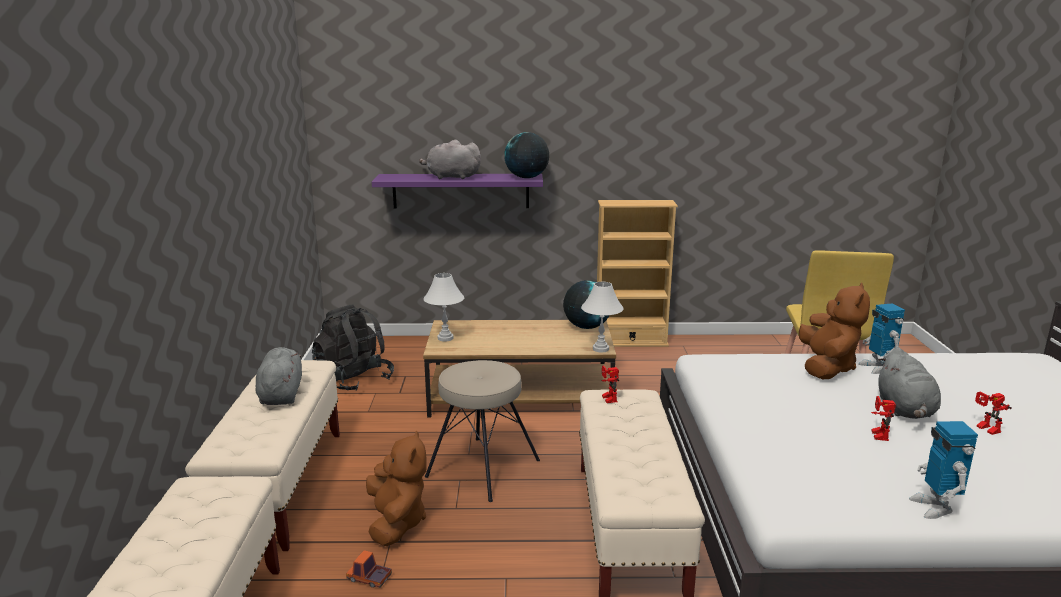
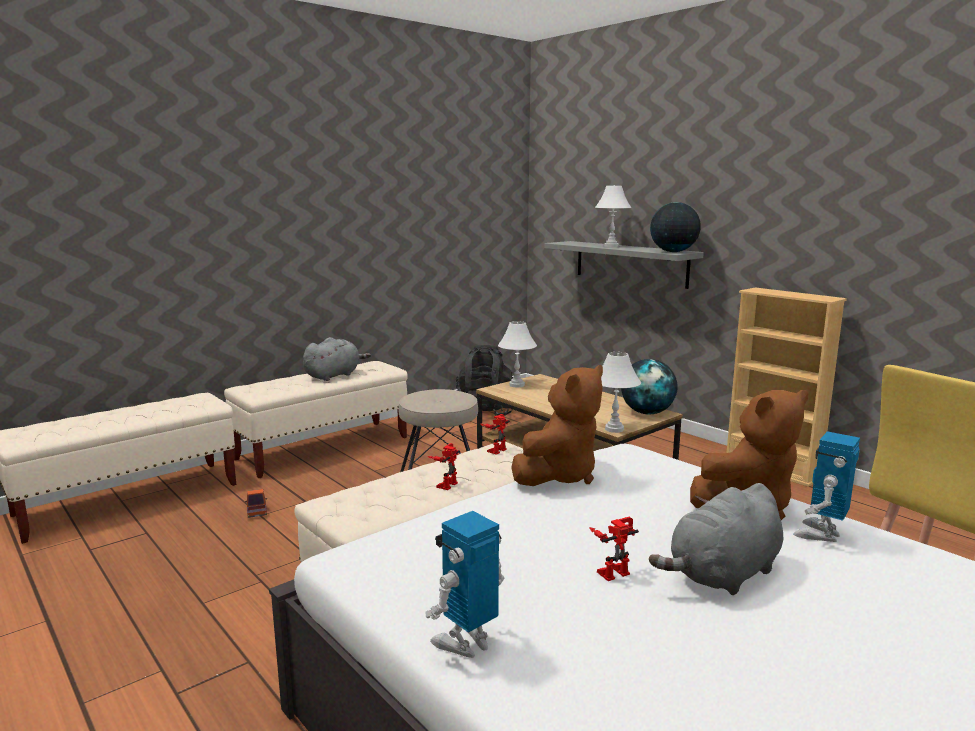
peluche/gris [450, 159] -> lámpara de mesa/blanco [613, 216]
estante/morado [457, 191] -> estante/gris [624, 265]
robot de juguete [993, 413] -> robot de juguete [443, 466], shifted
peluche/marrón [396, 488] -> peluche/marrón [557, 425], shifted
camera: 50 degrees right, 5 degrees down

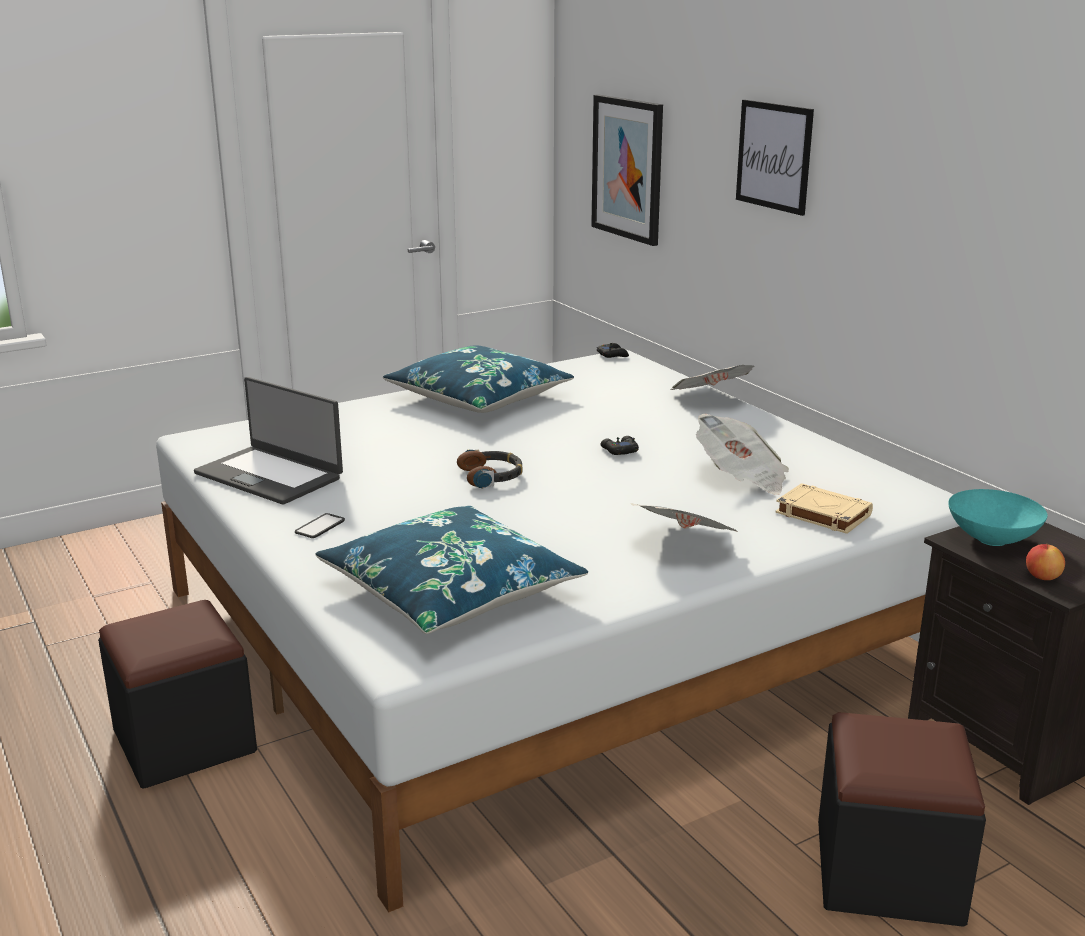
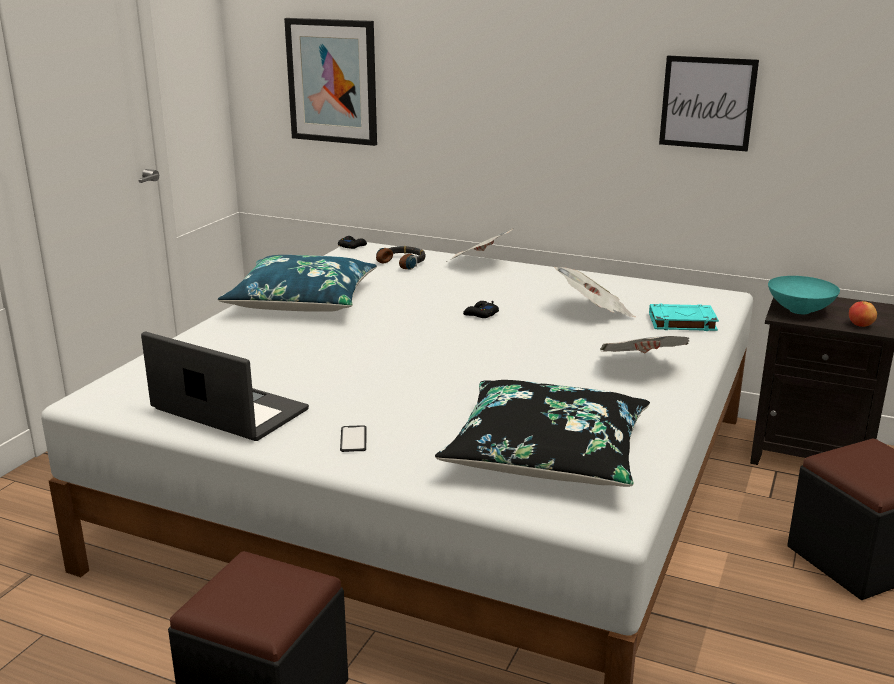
cuadro [775, 158] -> cuadro [709, 103], shifted
portátil [268, 440] -> portátil [225, 386], 150 degrees counterclockwise
auriculares [490, 469] -> auriculares [401, 258], shifted
libro/beis [824, 508] -> libro/turquesa [684, 317]
cojín/azul [451, 570] -> cojín/negro [542, 433]
camera: 35 degrees left, 0 degrees up

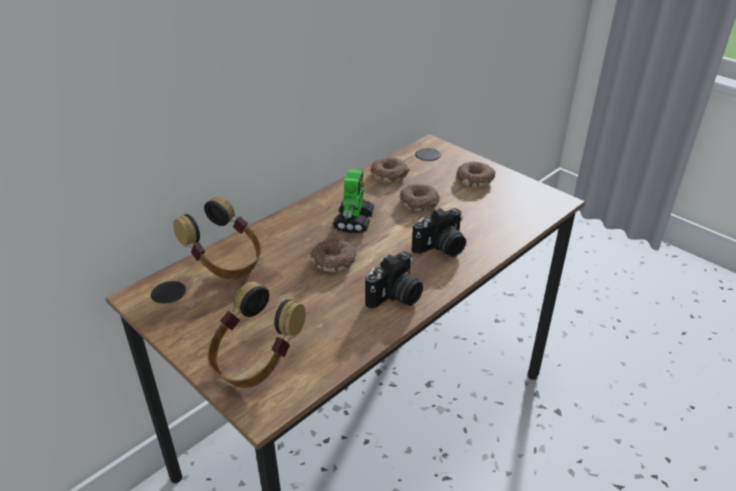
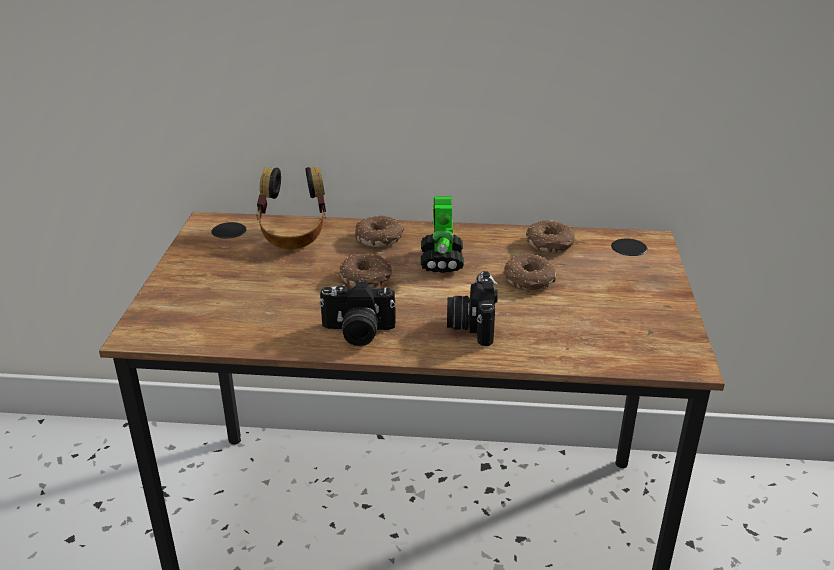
rosquilla [475, 174] -> rosquilla [380, 231], shifted
robot de juguete [354, 201] -> robot de juguete [442, 234], 120 degrees clockwise
cámara [439, 232] -> cámara [472, 308], 75 degrees clockwise
auriculares [257, 335] -> none
camera: 50 degrees right, 5 degrees down

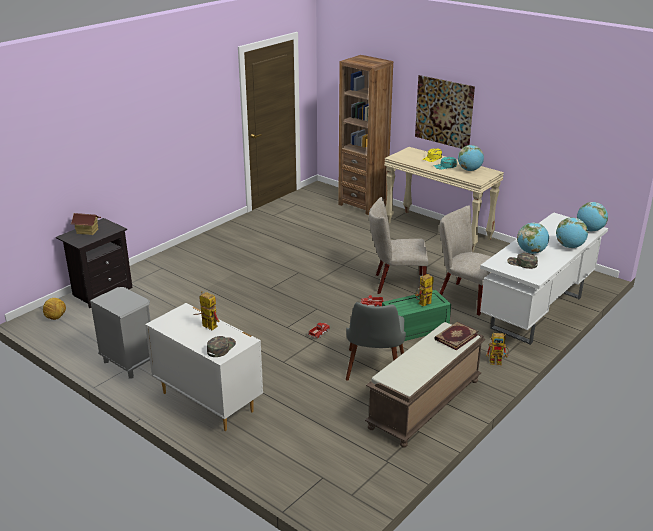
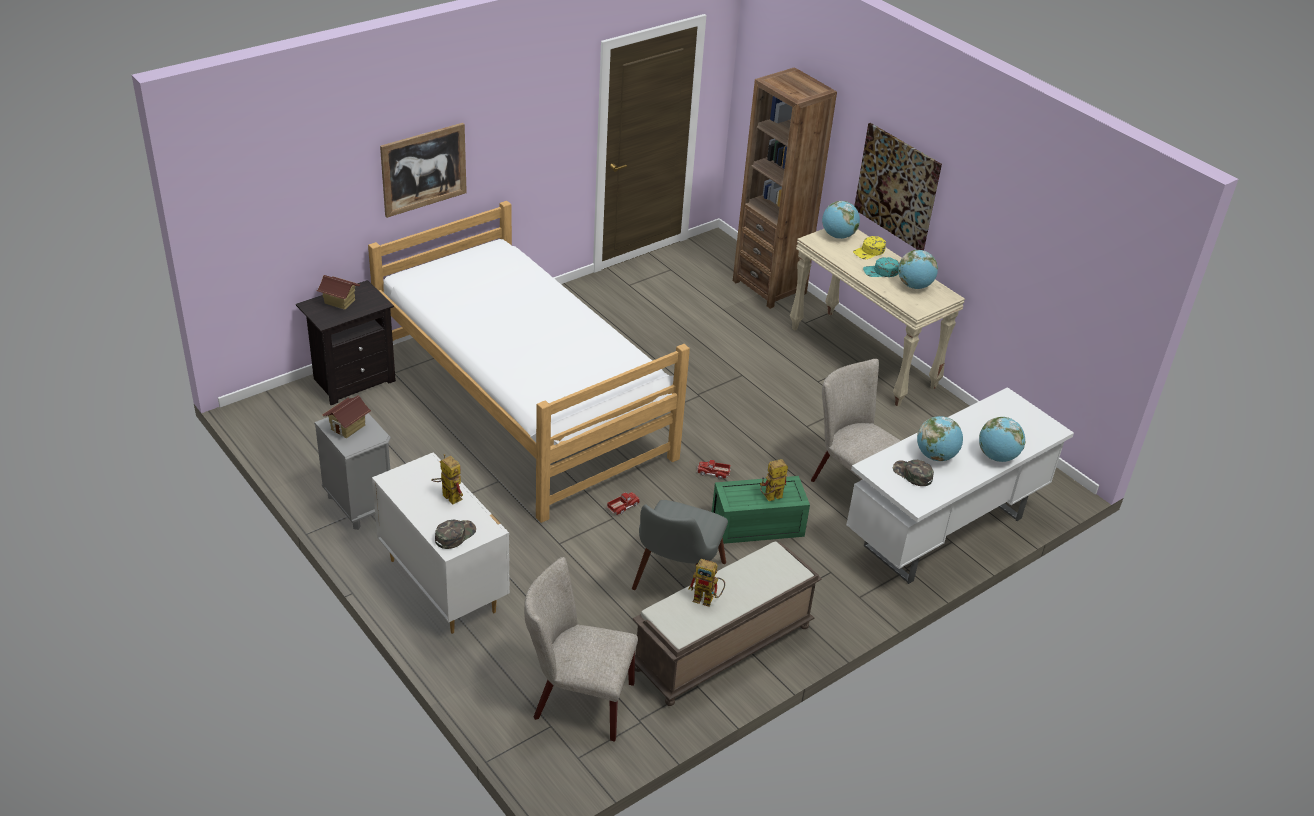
silla/beis [398, 245] -> silla/beis [581, 649], shifted
globo terráqueo [592, 216] -> globo terráqueo [841, 220], shifted
balón de fútbol [54, 309] -> none
libro [457, 336] -> none
robot de juguete [497, 349] -> robot de juguete [706, 583], shifted
none -> cuadro [423, 170]
none -> cama [529, 362]
none -> casita [347, 416]
camera: 10 degrees right, 10 degrees up

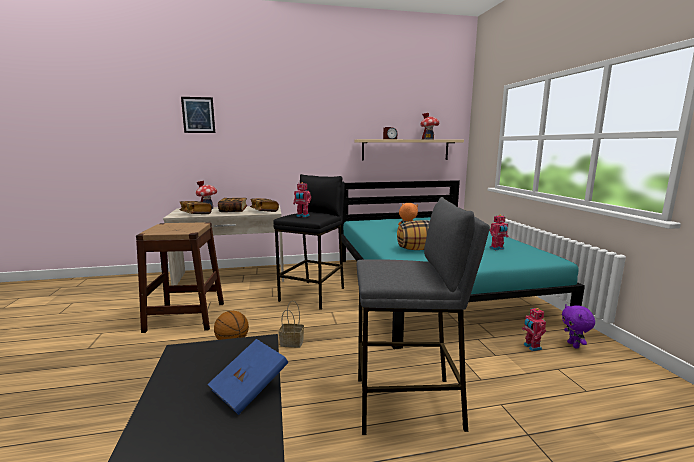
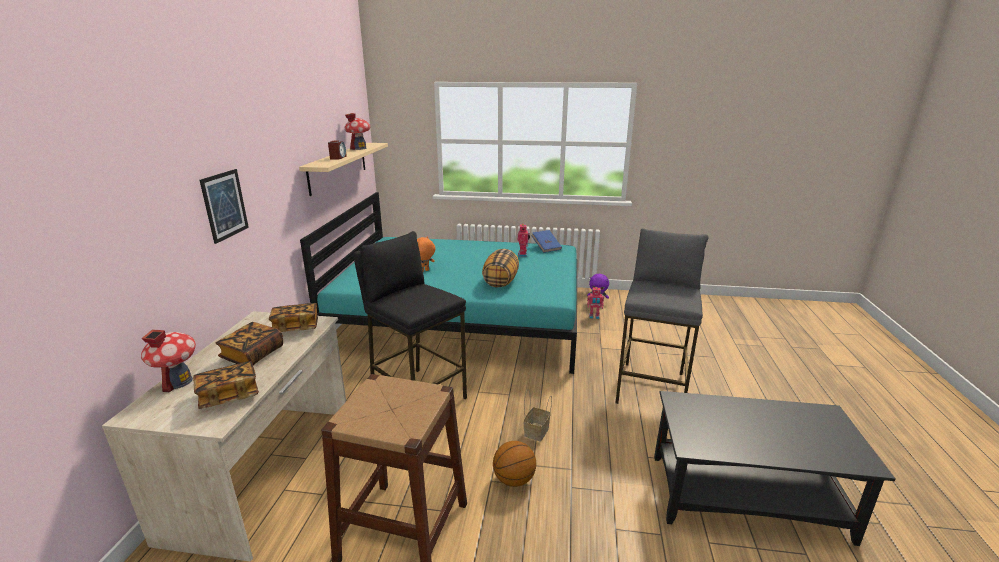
cuadro [198, 115] -> cuadro [224, 206], shifted
robot de juguete [302, 199] -> none
libro/azul [247, 377] -> libro/azul [546, 241], shifted
camera: 70 degrees left, 10 degrees up

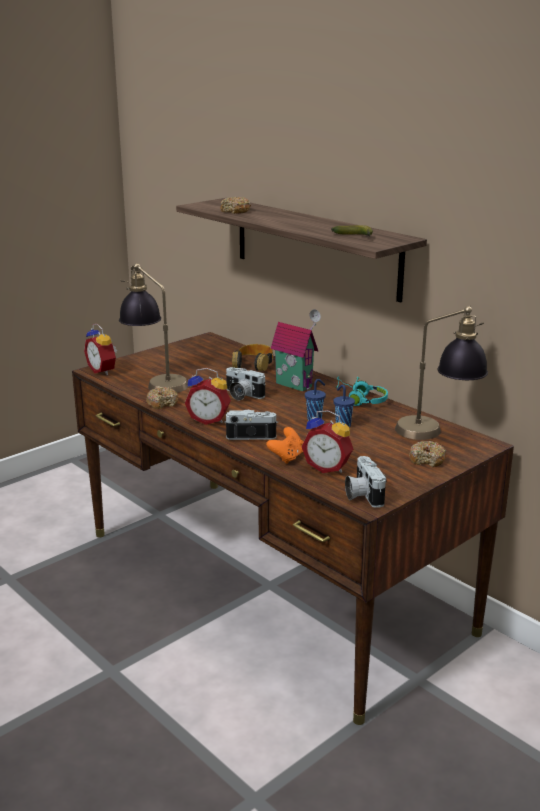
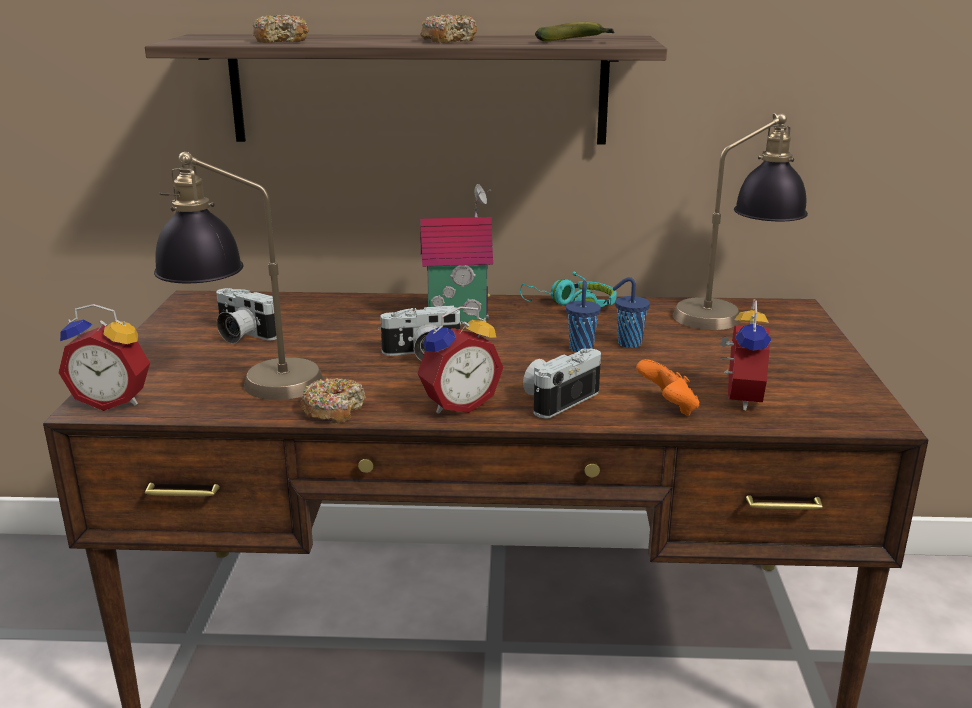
auriculares [253, 357] -> none
despertador [327, 441] -> despertador [745, 355], 60 degrees counterclockwise
rosquilla [427, 454] -> rosquilla [448, 28], shifted
cámara [365, 482] -> cámara [246, 316], shifted
camera: 45 degrees left, 0 degrees up

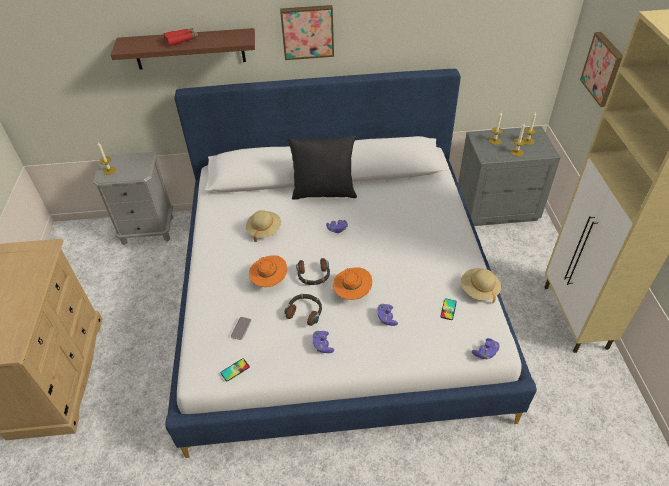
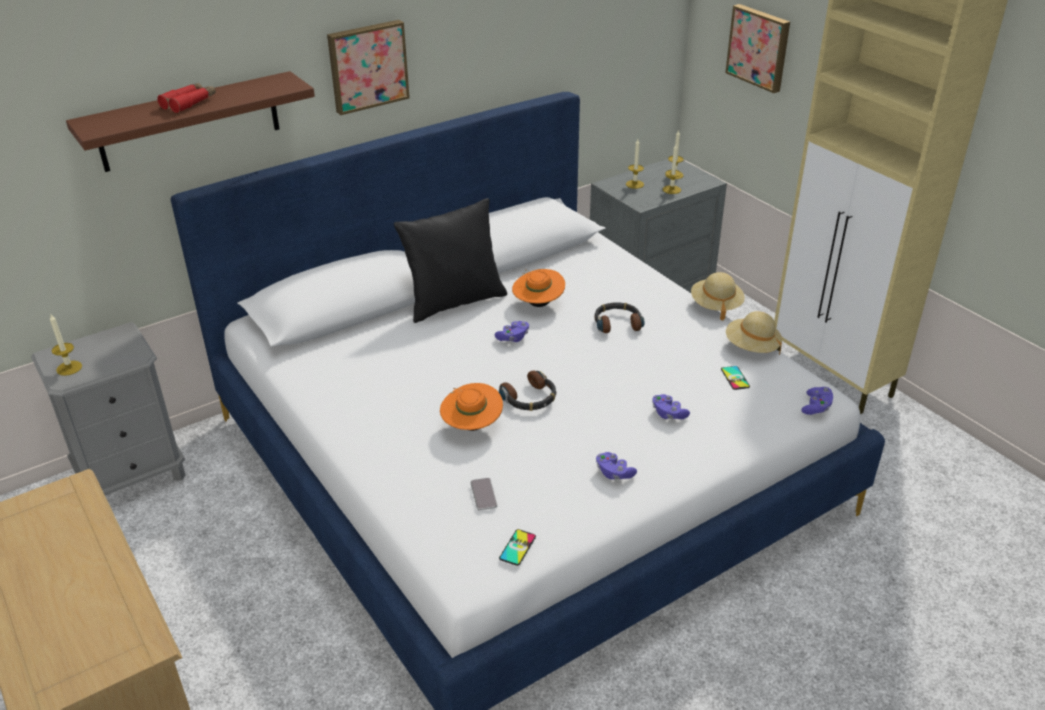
sombrero/beis [263, 226] -> sombrero/beis [718, 296], shifted
sombrero/naranja [352, 283] -> sombrero/naranja [538, 288], shifted
auriculares [303, 310] -> auriculares [620, 318], shifted
camera: 30 degrees left, 10 degrees down

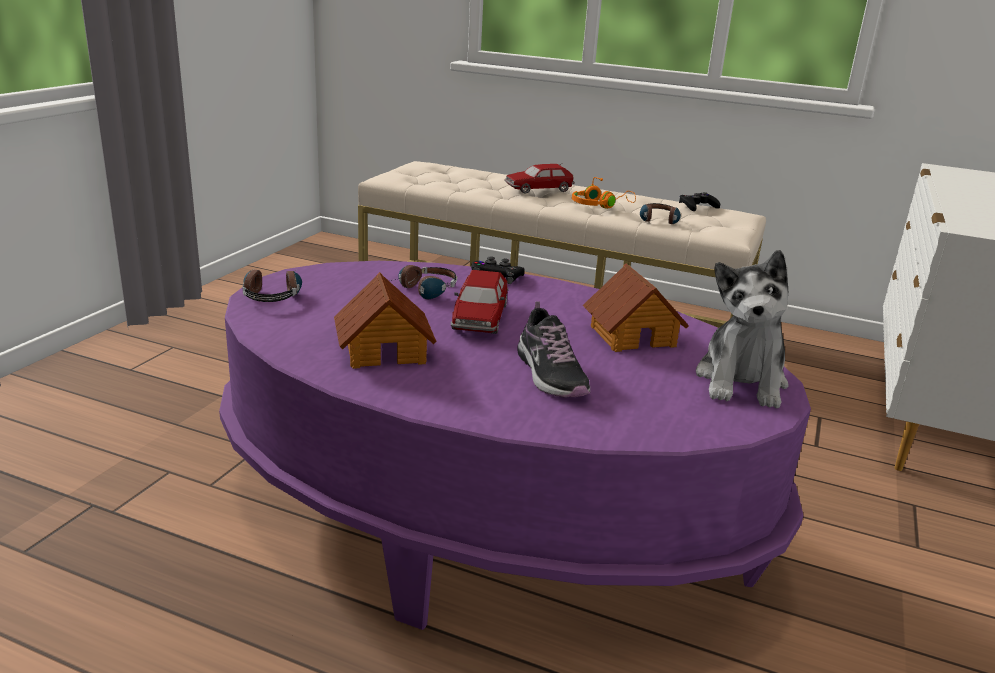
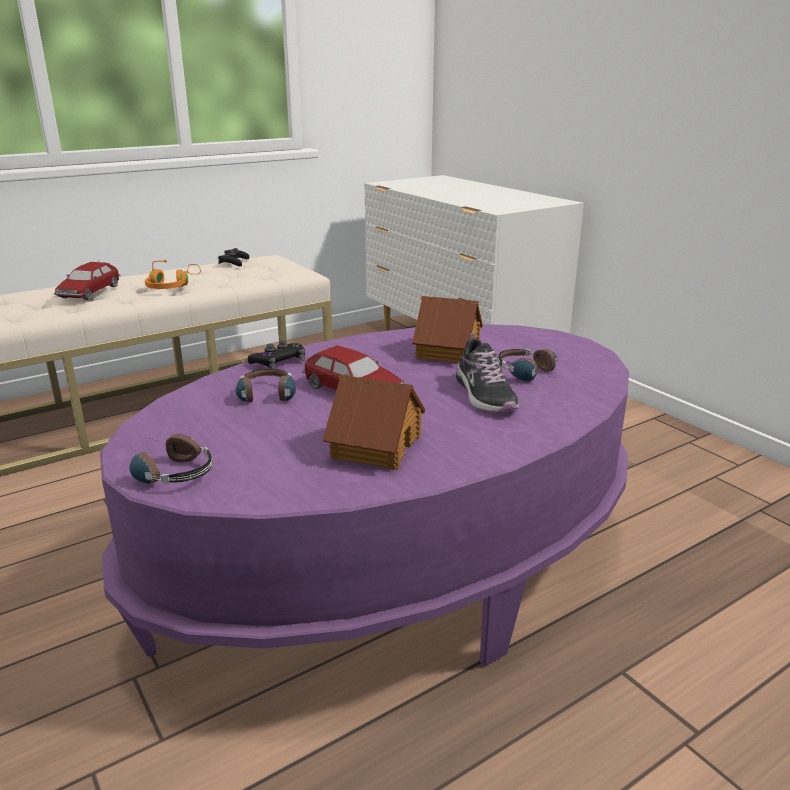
auriculares [660, 213] -> auriculares [527, 365], shifted
peluche [742, 329] -> none
zapato [553, 349] -> zapato [487, 372], 60 degrees clockwise
camera: 55 degrees left, 0 degrees up

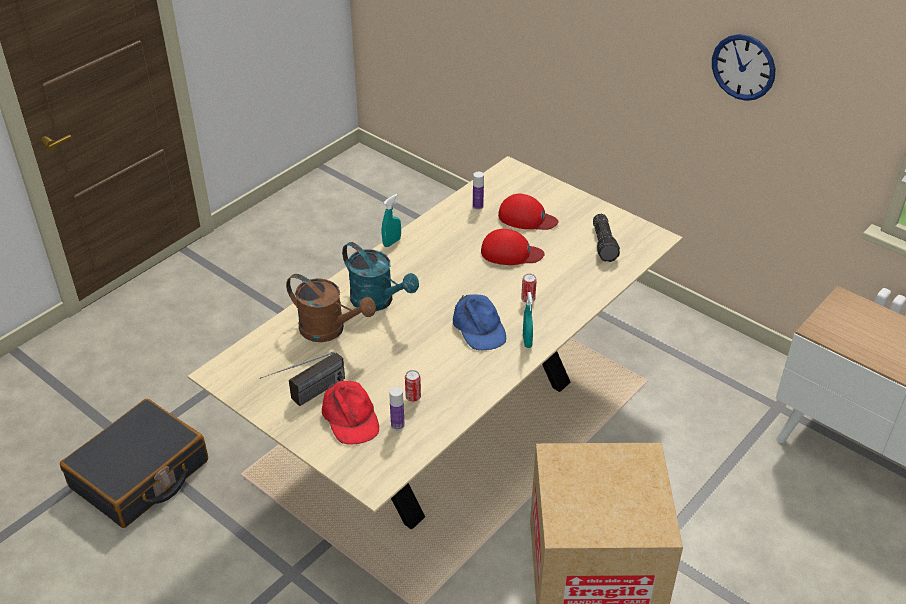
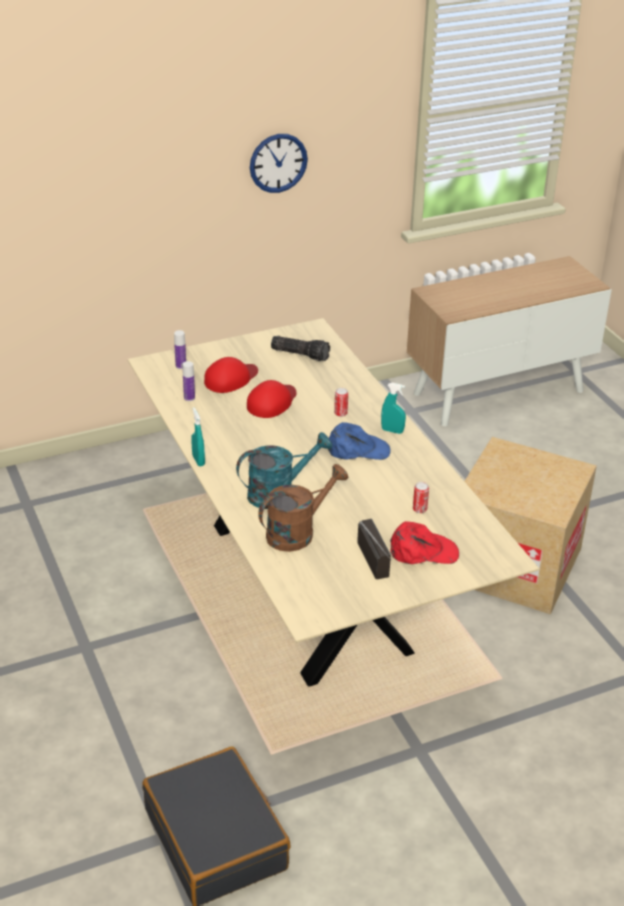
botella [397, 408] -> botella [180, 349], shifted
camera: 65 degrees left, 5 degrees down

